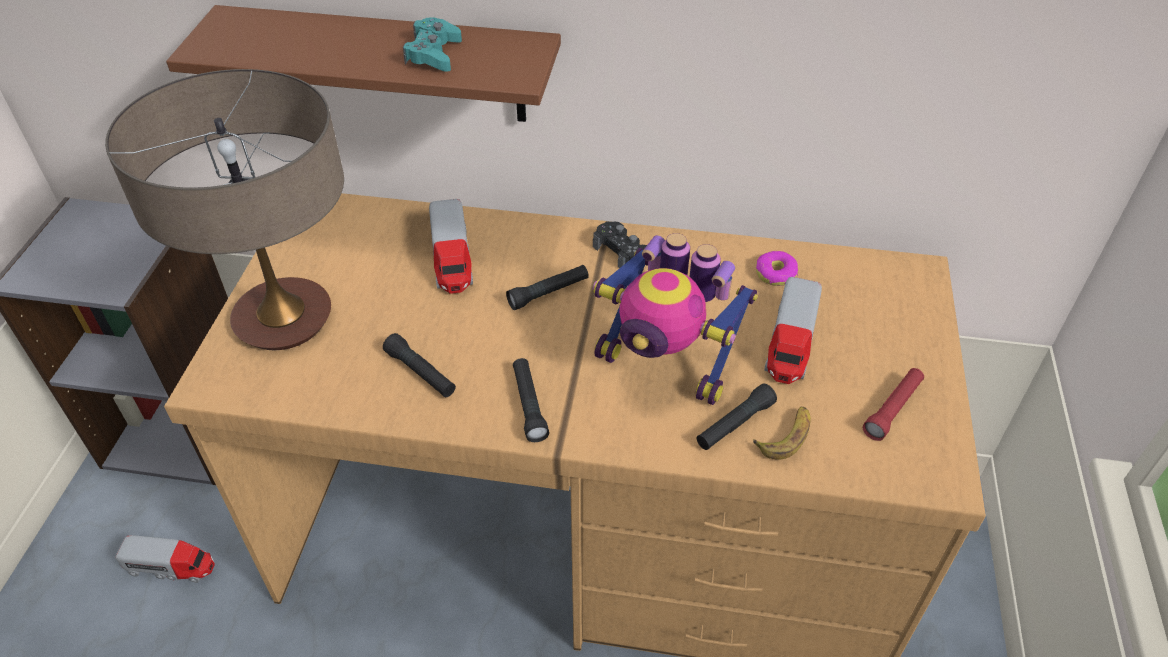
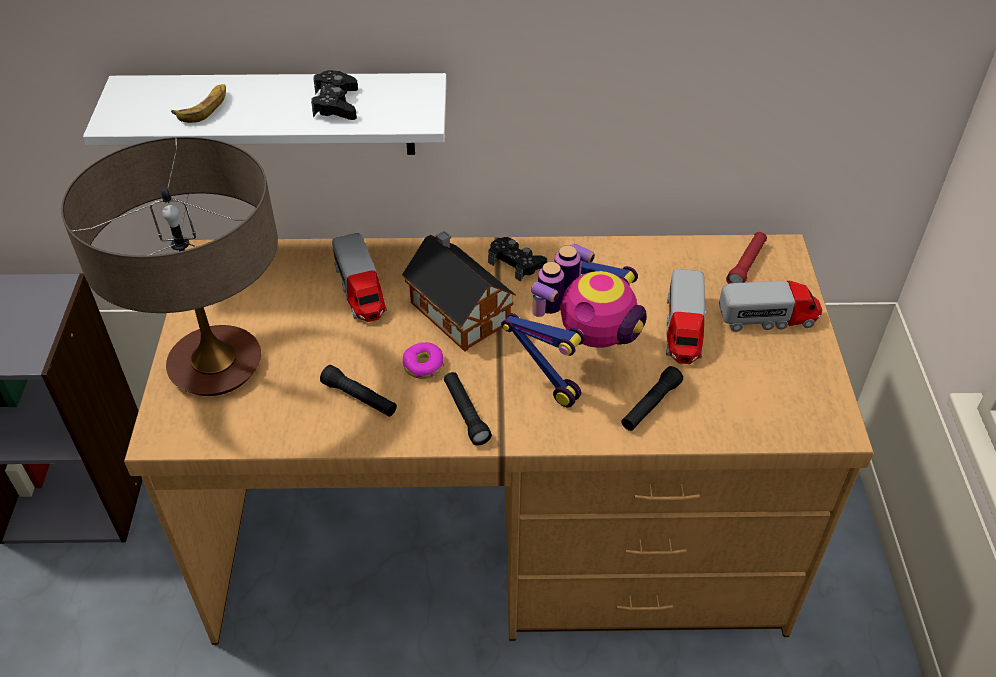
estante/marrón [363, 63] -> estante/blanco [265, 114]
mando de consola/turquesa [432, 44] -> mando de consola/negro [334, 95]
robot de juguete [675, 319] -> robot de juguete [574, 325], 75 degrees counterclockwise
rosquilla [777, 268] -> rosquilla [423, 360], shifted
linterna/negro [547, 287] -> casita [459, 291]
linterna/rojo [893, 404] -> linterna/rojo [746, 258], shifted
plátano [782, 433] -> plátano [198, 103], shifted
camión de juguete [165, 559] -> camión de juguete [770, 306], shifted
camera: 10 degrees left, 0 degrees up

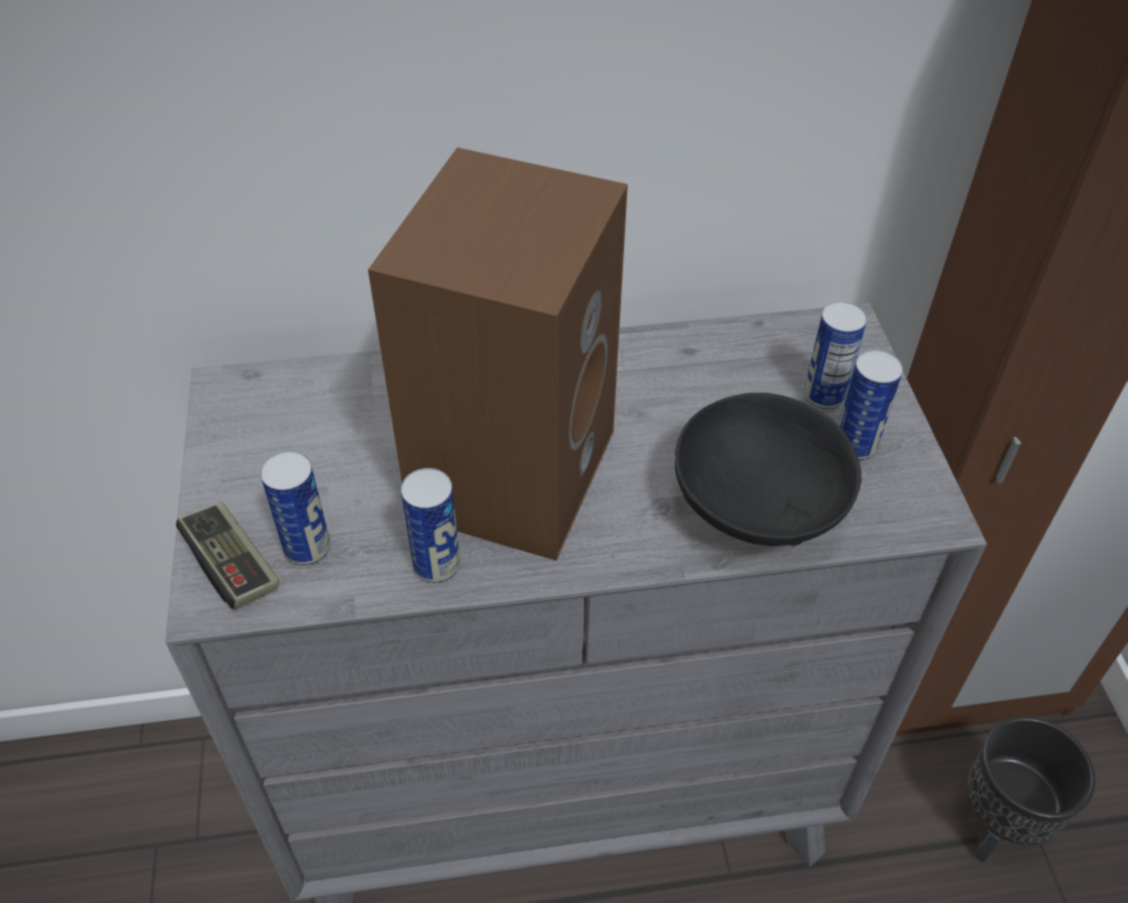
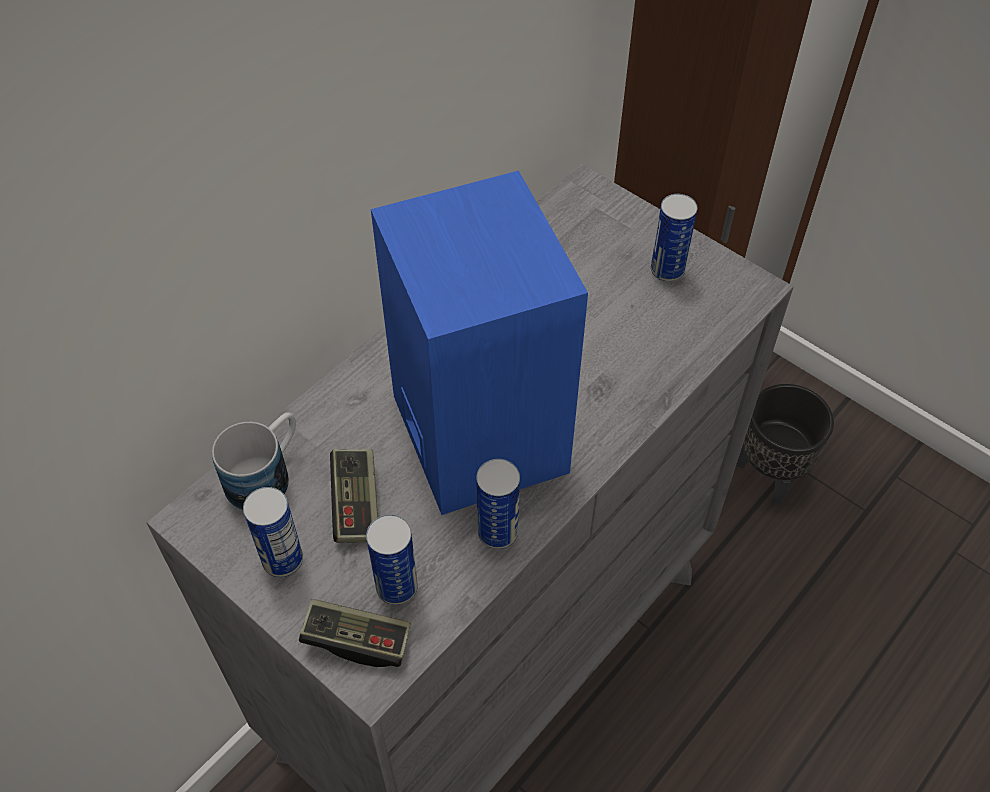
altavoz/marrón [498, 354] -> altavoz/azul [479, 343]
lata [835, 355] -> lata [273, 532], shifted
cuenco/negro [768, 469] -> none
none -> taza grande [254, 461]
none -> mando de consola [354, 496]
camera: 40 degrees left, 5 degrees up

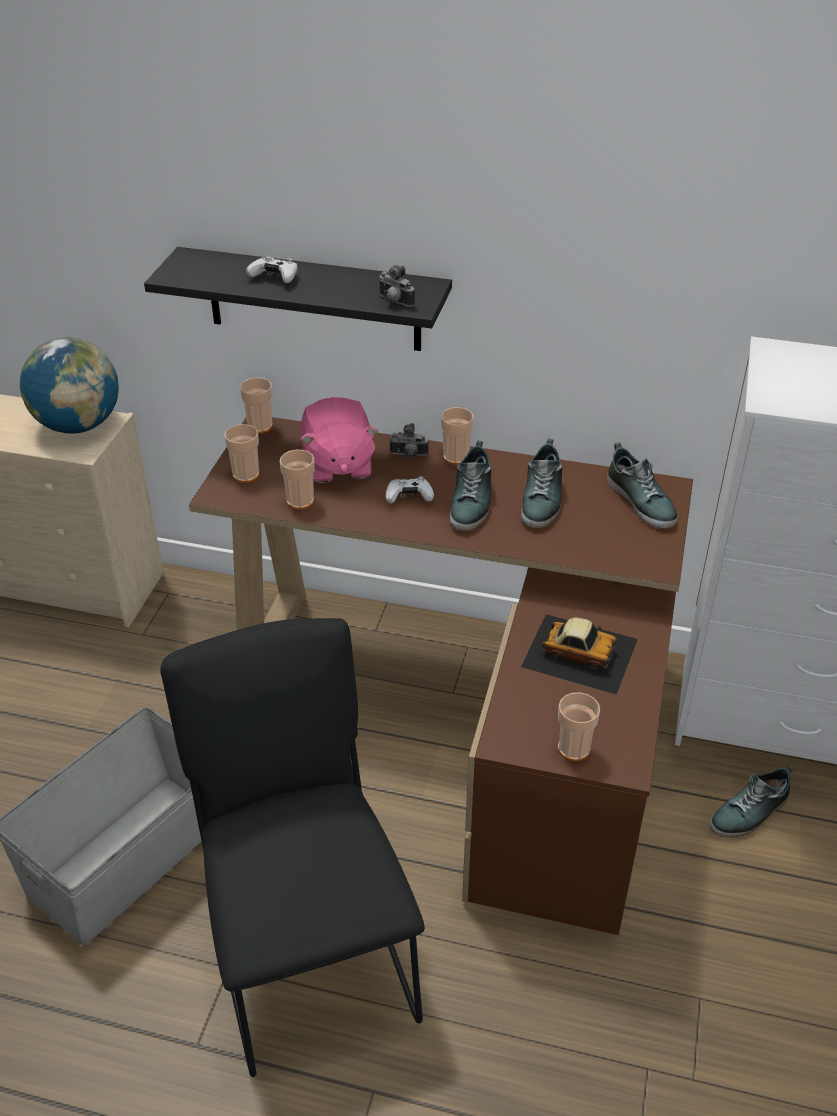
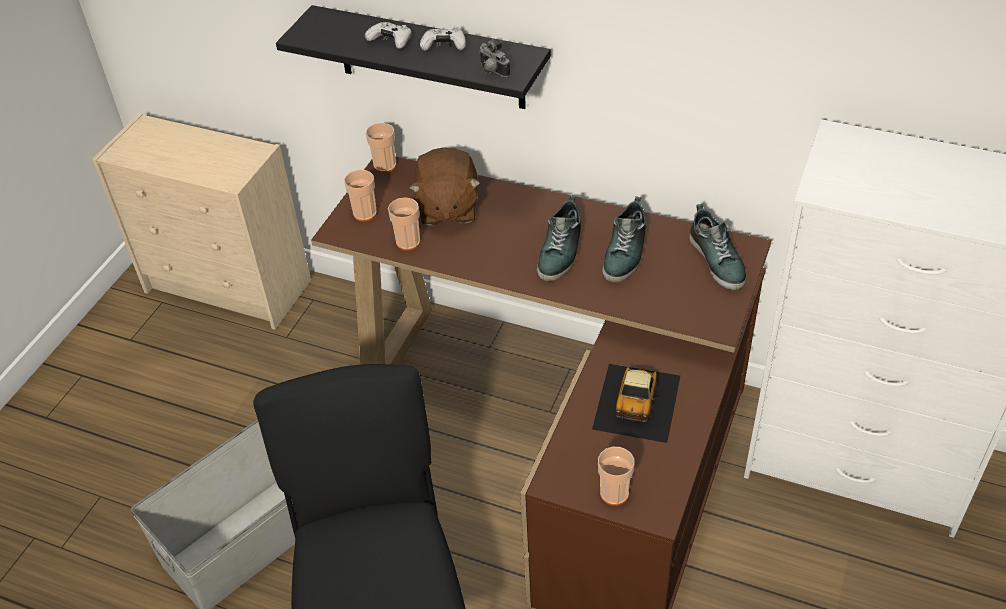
globo terráqueo [69, 386] -> none
peluche/rosa [339, 440] -> peluche/marrón [444, 186]
taza [457, 436] -> none
cámara [409, 440] -> none
mando de consola/blanco [409, 490] -> mando de consola/blanco [443, 39], shifted
coche de juguete [579, 654] -> coche de juguete [636, 403], 75 degrees clockwise
zapato [752, 801] -> none
camera: 10 degrees right, 5 degrees up

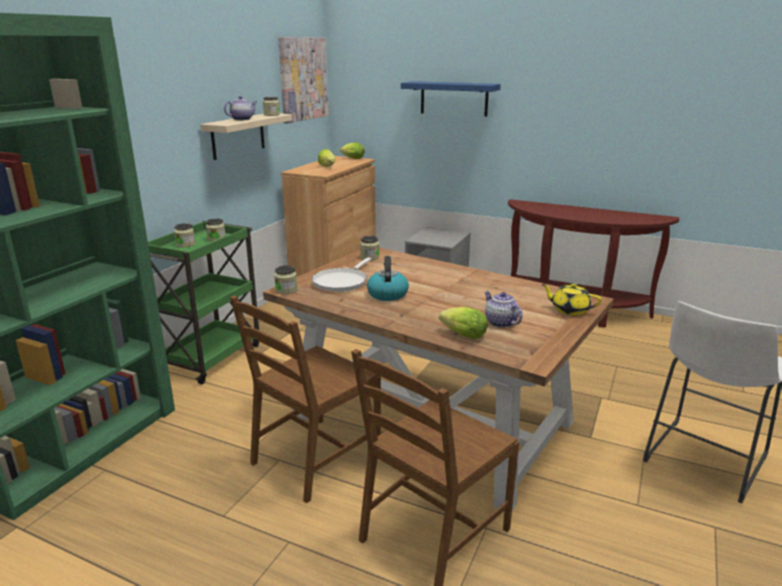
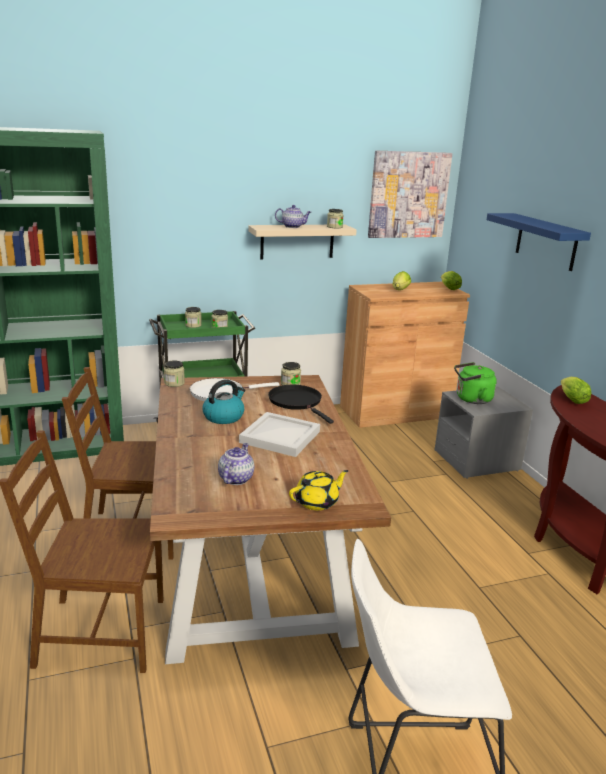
tetera/amarillo [571, 299] -> tetera/amarillo [319, 490], 75 degrees clockwise
lechuga [463, 323] -> lechuga [576, 390], shifted
none -> hervidor/verde [475, 383]
none -> sartén/negro [301, 404]
none -> bandeja/blanco [279, 434]
camera: 45 degrees right, 0 degrees up

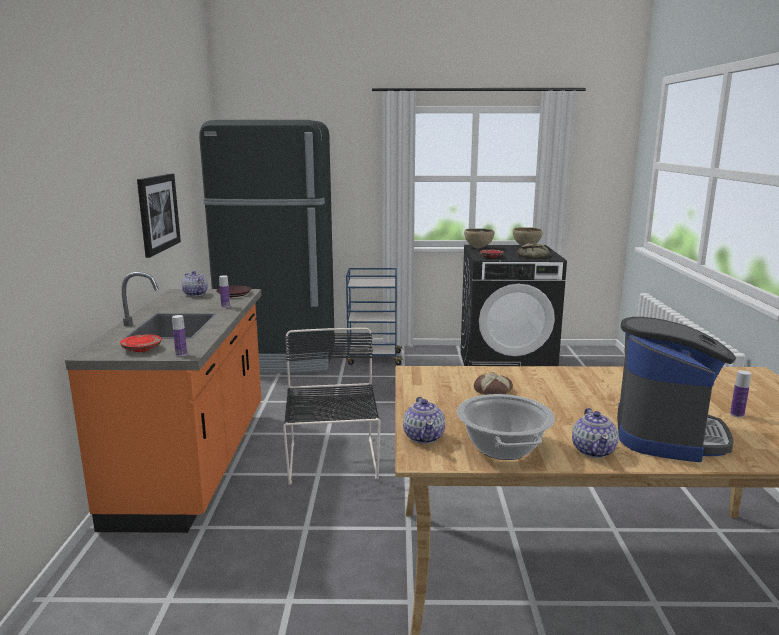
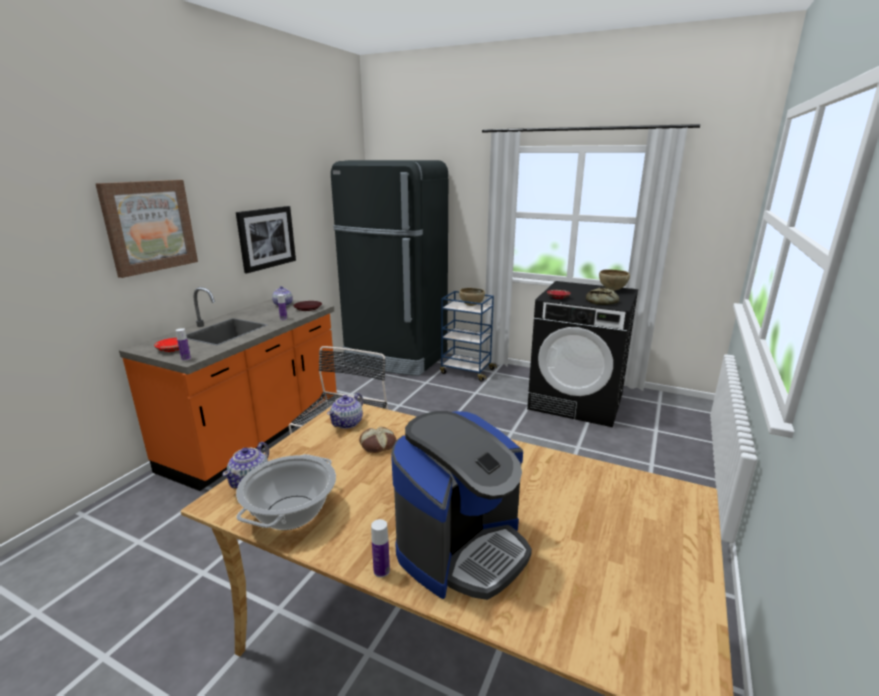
cuenco/marrón [479, 238] -> cuenco/marrón [472, 297], shifted
botella [740, 394] -> botella [380, 548], shifted
tetera [595, 433] -> tetera [345, 411], shifted
none -> cuadro [146, 229]
camera: 25 degrees right, 5 degrees up

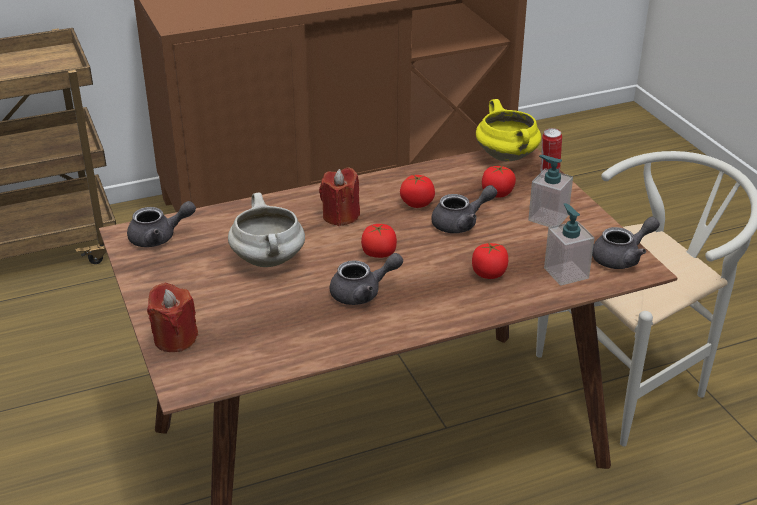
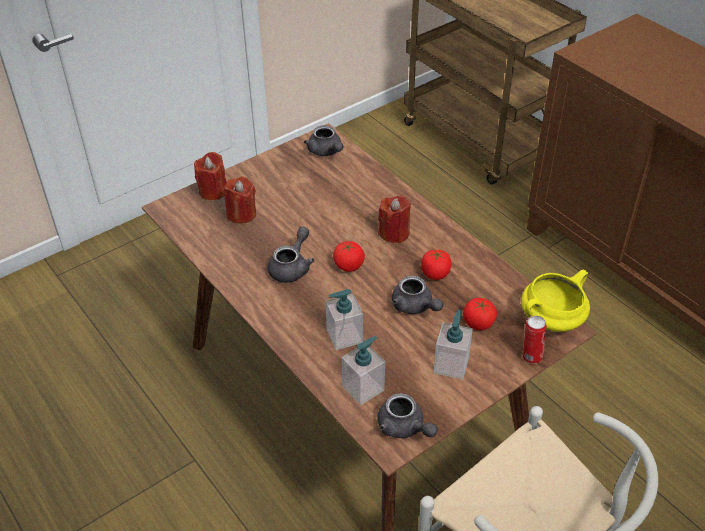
olla/blanco [266, 230] -> none
tomate [490, 260] -> dispensador de jabón [344, 319]
tetera/gris [366, 279] -> tetera/gris [291, 254], 120 degrees counterclockwise
none -> vela/rojo [240, 199]
camera: 75 degrees right, 10 degrees up

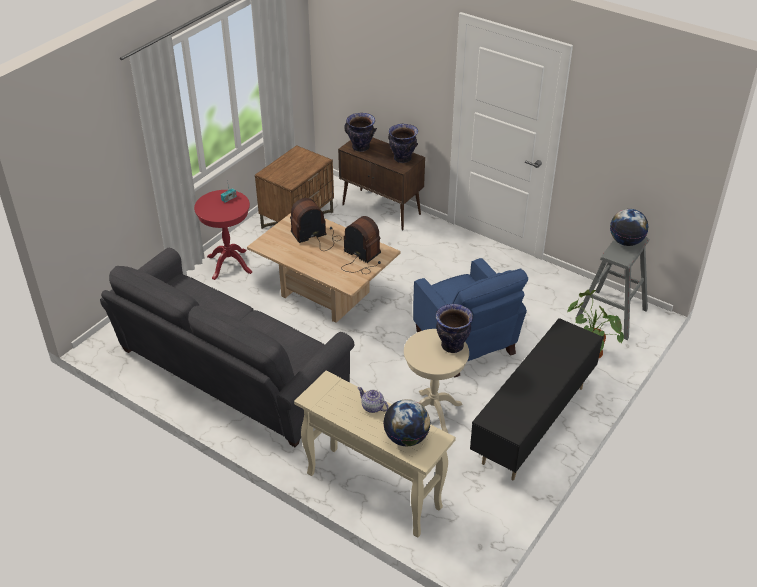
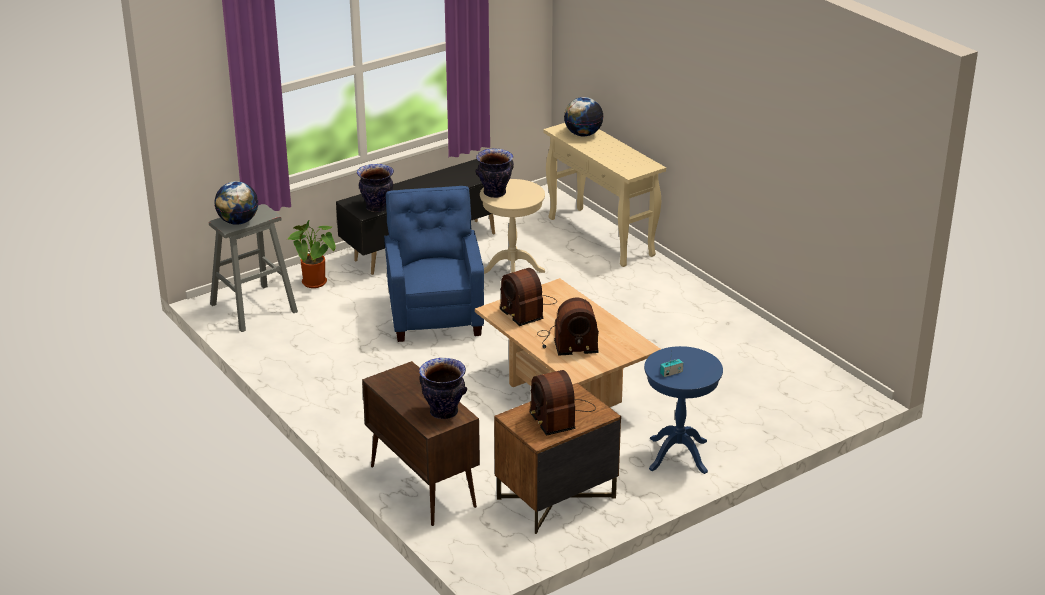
florero [403, 143] -> florero [375, 188], shifted
mesa auxiliar/rojo [223, 235] -> mesa auxiliar/azul [683, 410]
sofá/gris [227, 347] -> none
tetera [373, 400] -> none
none -> radio [562, 403]
camera: 160 degrees left, 10 degrees down

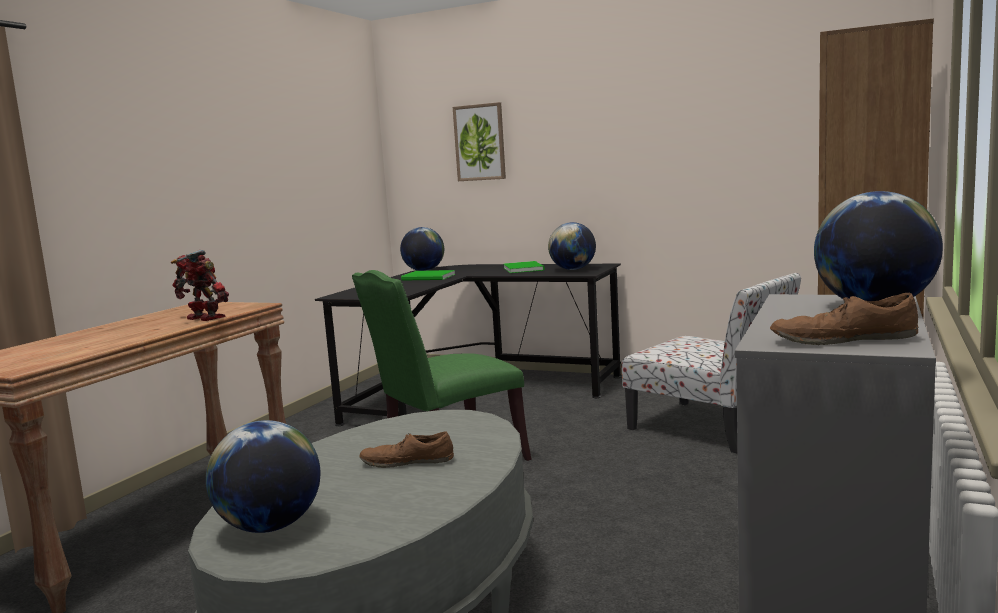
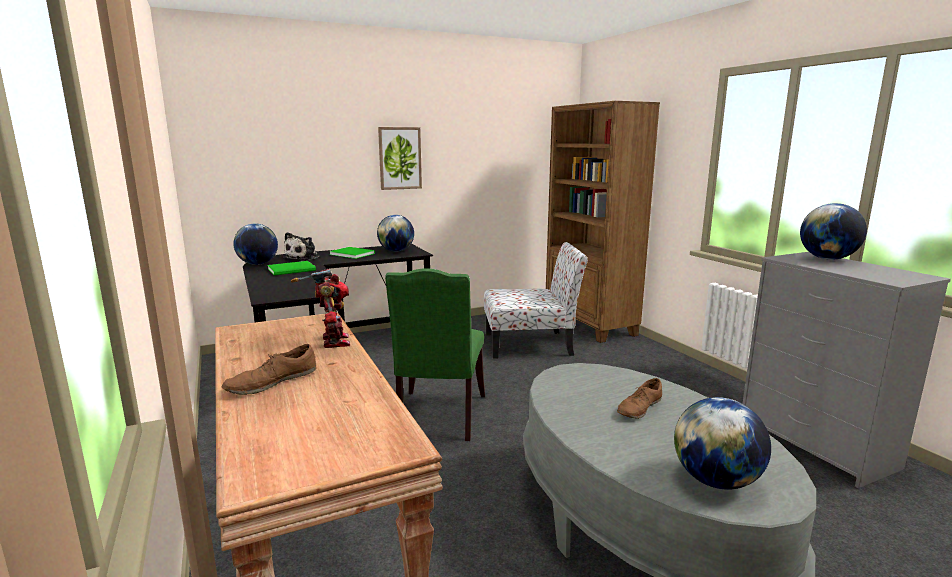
cuadro [479, 141] -> cuadro [400, 158], shifted
robot de juguete [200, 285] -> robot de juguete [320, 308], 90 degrees clockwise
zapato/marrón [844, 319] -> zapato/marrón [269, 369], shifted
none -> peluche [301, 246]
camera: 50 degrees left, 5 degrees up

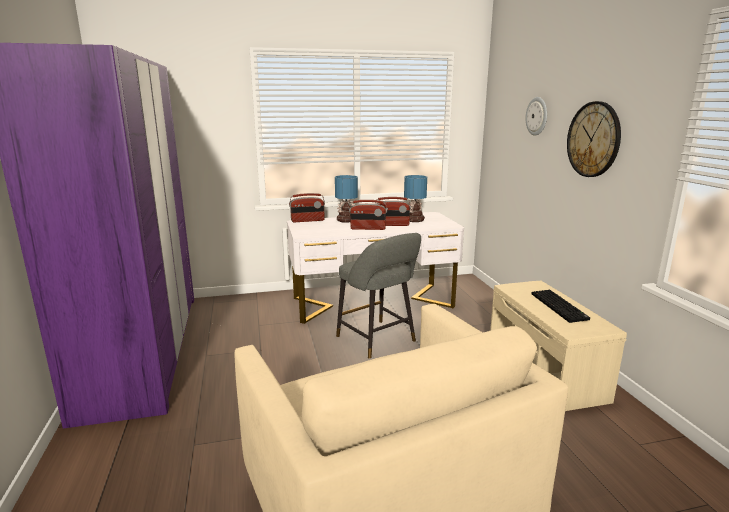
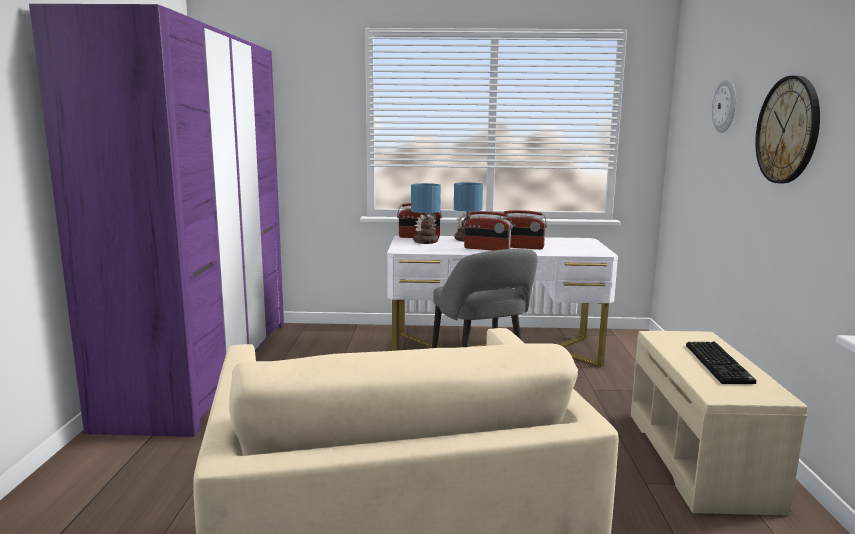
lámpara de mesa [415, 198] -> lámpara de mesa [426, 213], shifted
camera: 15 degrees right, 5 degrees down

